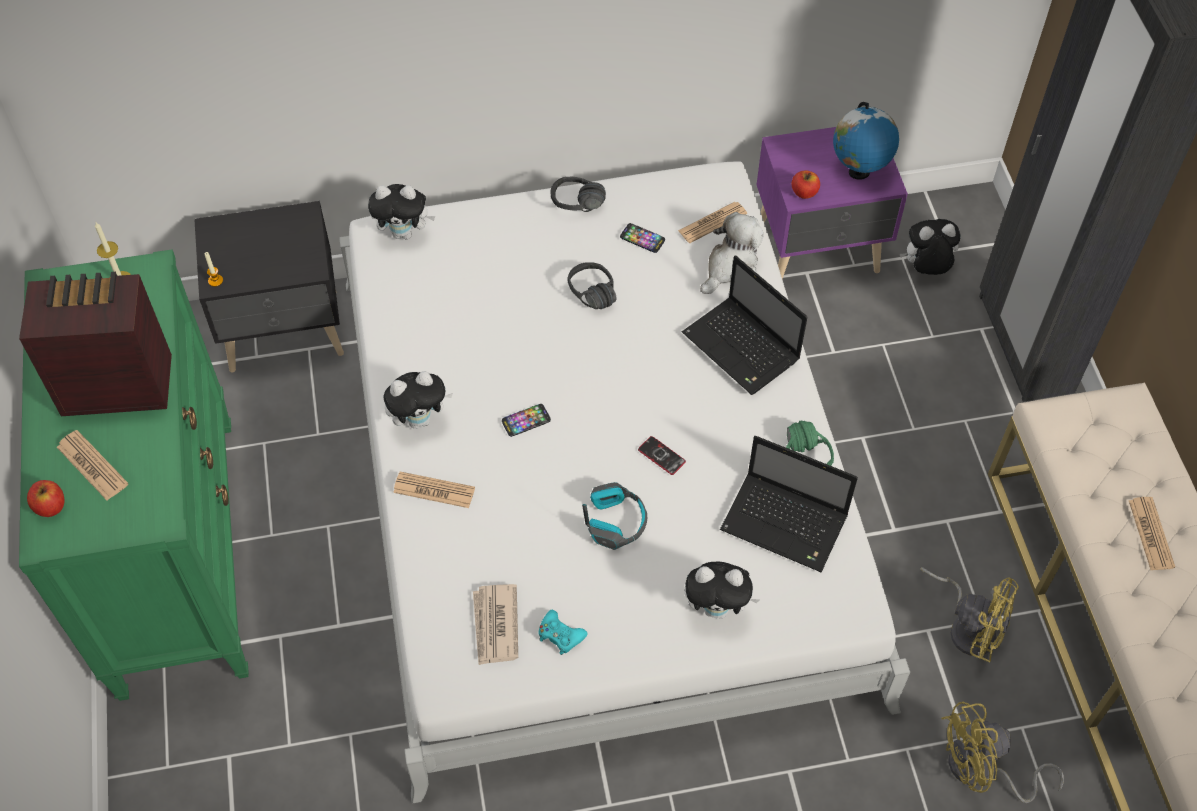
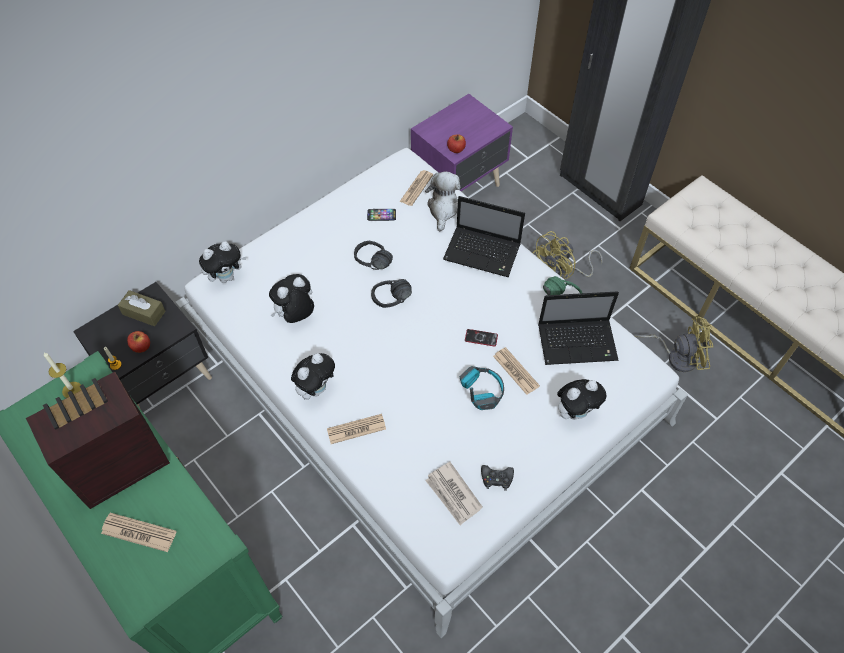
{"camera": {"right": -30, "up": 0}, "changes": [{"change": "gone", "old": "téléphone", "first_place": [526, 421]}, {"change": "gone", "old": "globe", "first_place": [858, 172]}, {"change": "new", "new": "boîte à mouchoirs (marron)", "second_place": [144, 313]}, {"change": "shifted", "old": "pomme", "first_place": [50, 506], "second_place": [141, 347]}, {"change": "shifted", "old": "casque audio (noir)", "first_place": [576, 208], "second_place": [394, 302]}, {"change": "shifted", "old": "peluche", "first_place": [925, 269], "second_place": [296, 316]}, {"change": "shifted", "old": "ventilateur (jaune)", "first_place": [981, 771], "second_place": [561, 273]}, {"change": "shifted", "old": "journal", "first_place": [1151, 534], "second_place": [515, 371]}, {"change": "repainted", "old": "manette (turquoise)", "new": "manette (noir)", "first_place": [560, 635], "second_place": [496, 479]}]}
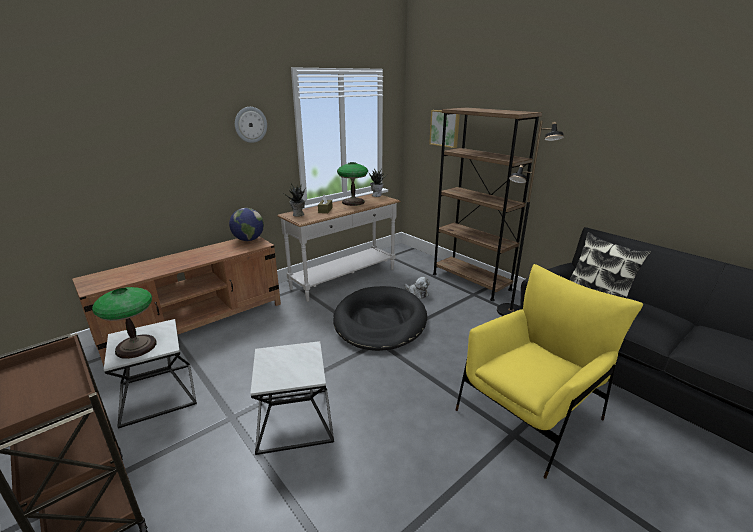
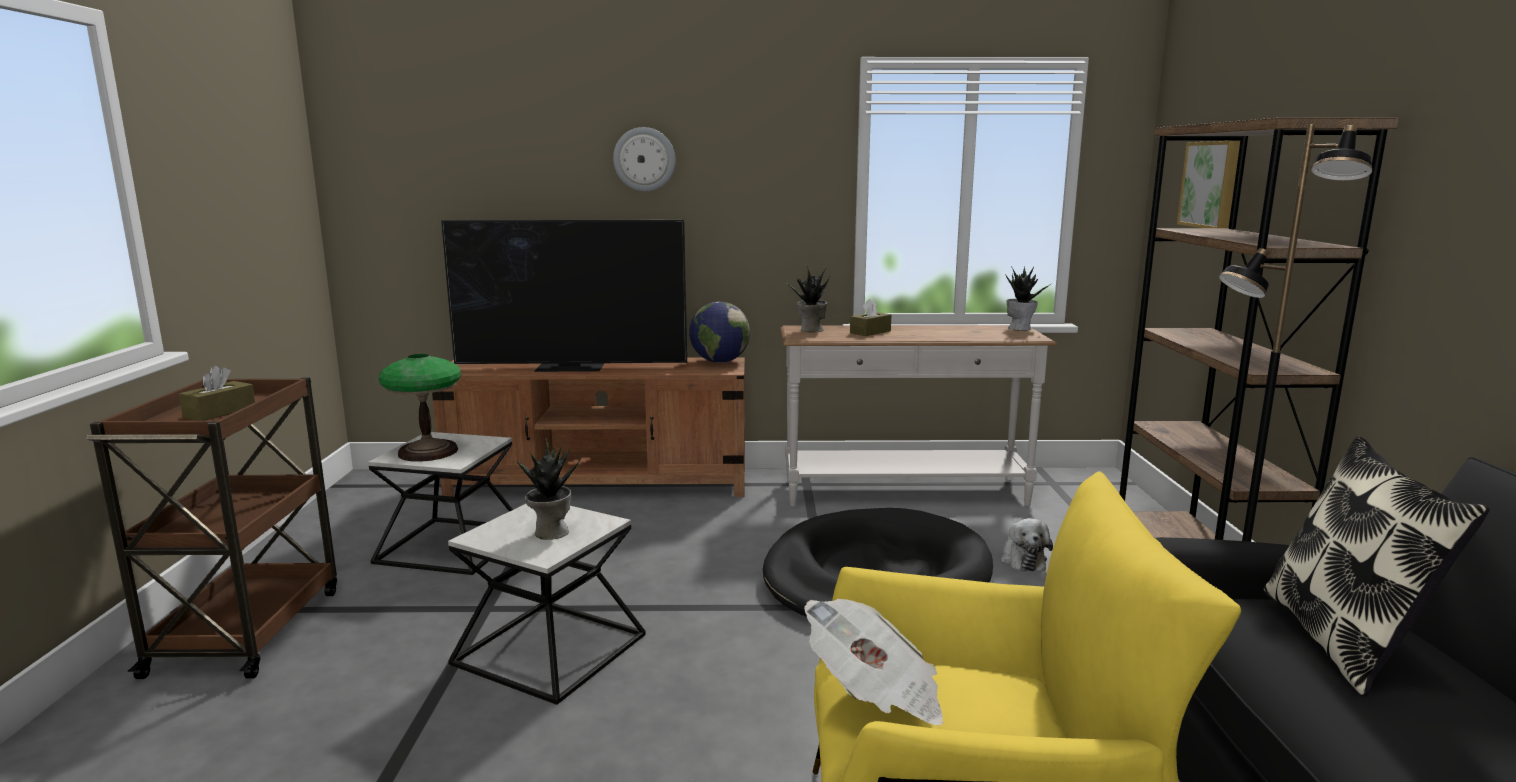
{"camera": {"right": 40, "up": -10}, "changes": [{"change": "gone", "old": "lampe de table", "first_place": [353, 202]}, {"change": "new", "new": "boîte à mouchoirs (marron)", "second_place": [220, 412]}, {"change": "new", "new": "téléviseur", "second_place": [571, 367]}, {"change": "new", "new": "plante en pot", "second_place": [550, 532]}, {"change": "new", "new": "journal", "second_place": [875, 694]}, {"change": "shifted", "old": "horloge murale", "first_place": [250, 124], "second_place": [644, 159]}]}
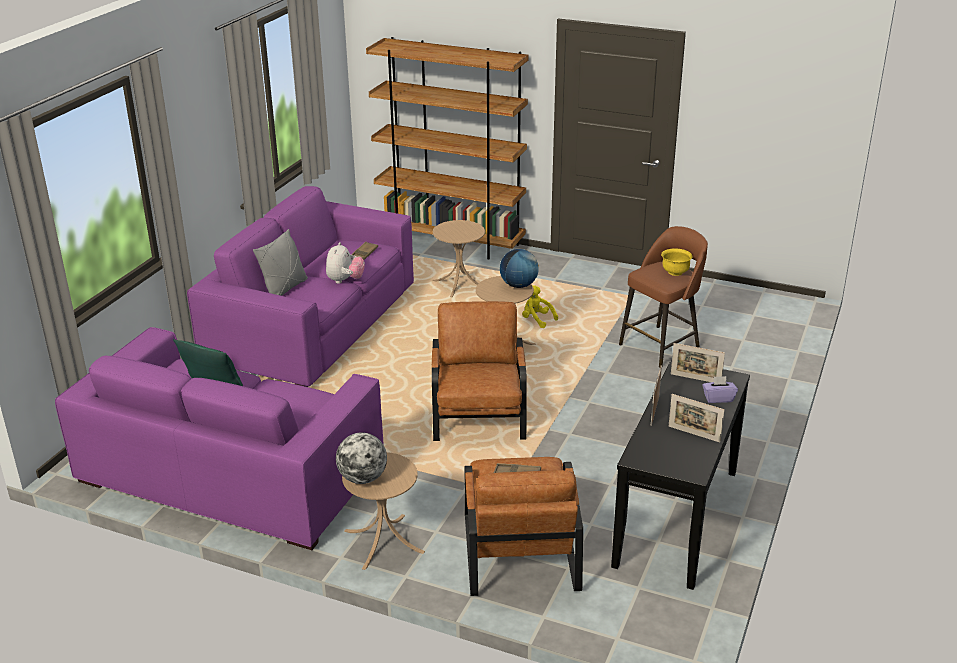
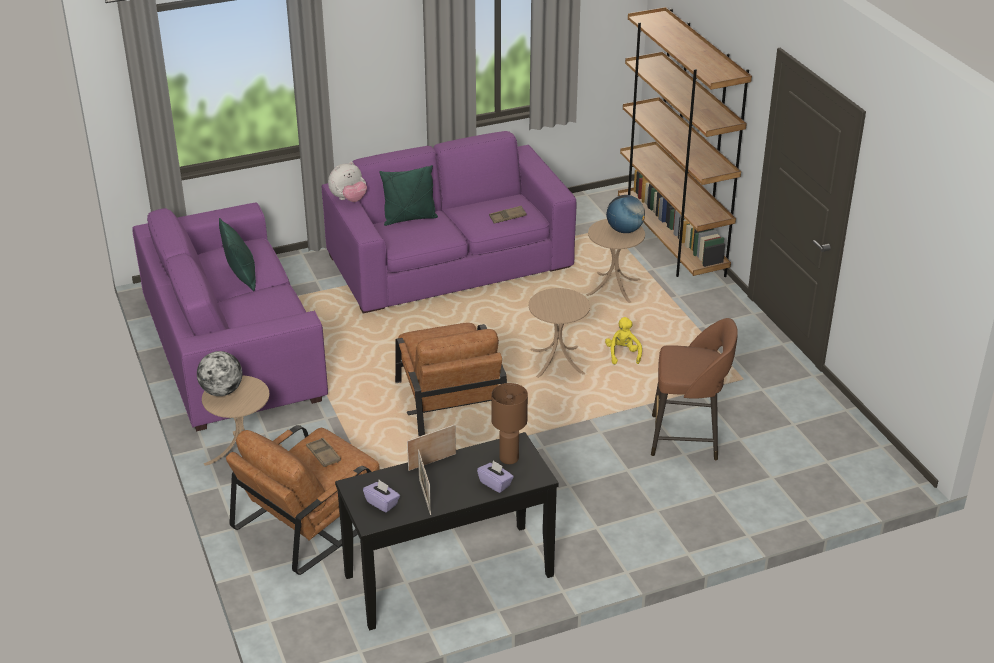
{"camera": {"right": 45, "up": 5}, "changes": [{"change": "gone", "old": "bol (jaune)", "first_place": [675, 272]}, {"change": "new", "new": "boîte à mouchoirs (violet)", "second_place": [382, 503]}, {"change": "shifted", "old": "peluche", "first_place": [345, 280], "second_place": [349, 199]}, {"change": "shifted", "old": "globe", "first_place": [518, 285], "second_place": [624, 230]}, {"change": "swapped", "old": "cadre photo", "new": "lampe de table (marron)", "first_place": [695, 379], "second_place": [509, 458]}, {"change": "repainted", "old": "coussin (gris)", "new": "coussin (vert)", "first_place": [285, 289], "second_place": [409, 218]}, {"change": "rotated", "old": "fauteuil (marron)", "first_place": [479, 412], "second_place": [449, 404], "degrees": 120}]}
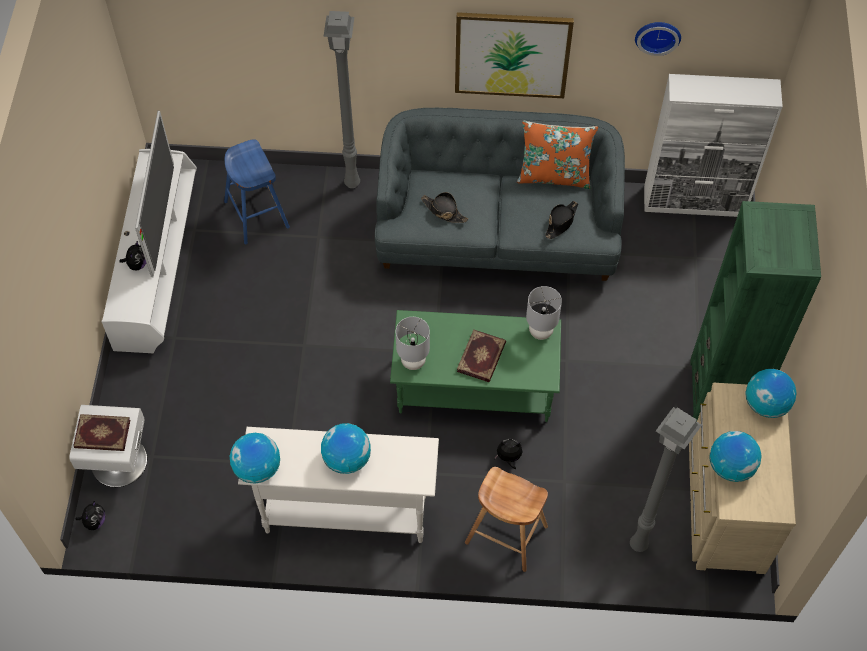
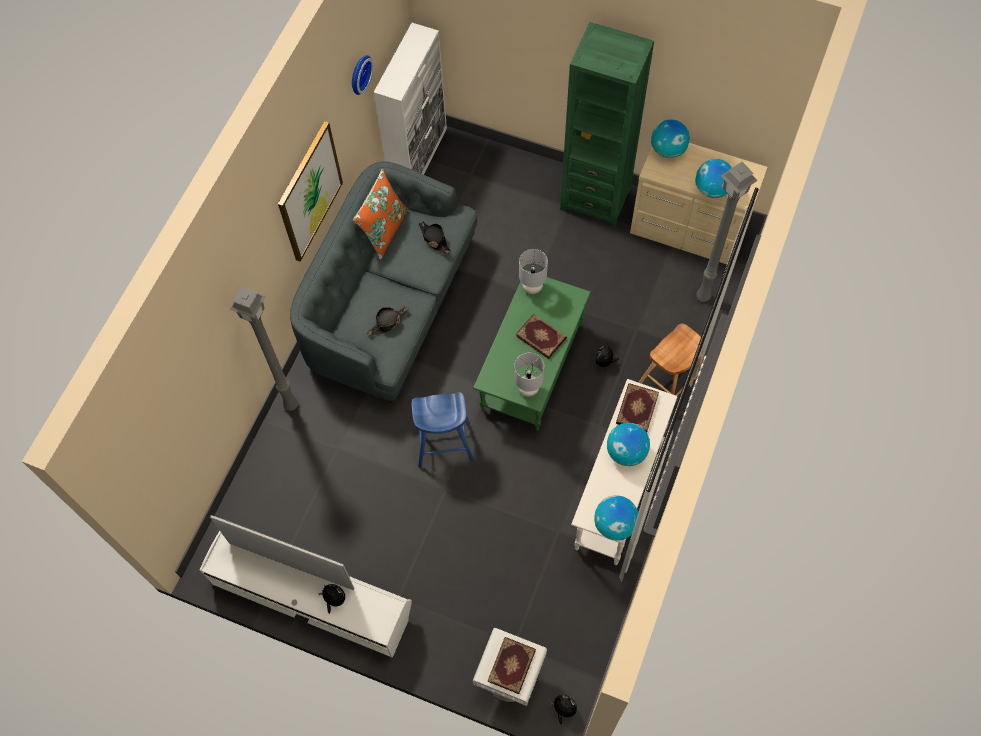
{"camera": {"right": -70, "up": 5}, "changes": [{"change": "new", "new": "livre", "second_place": [636, 408]}, {"change": "shifted", "old": "tabouret (bleu)", "first_place": [257, 214], "second_place": [444, 443]}]}
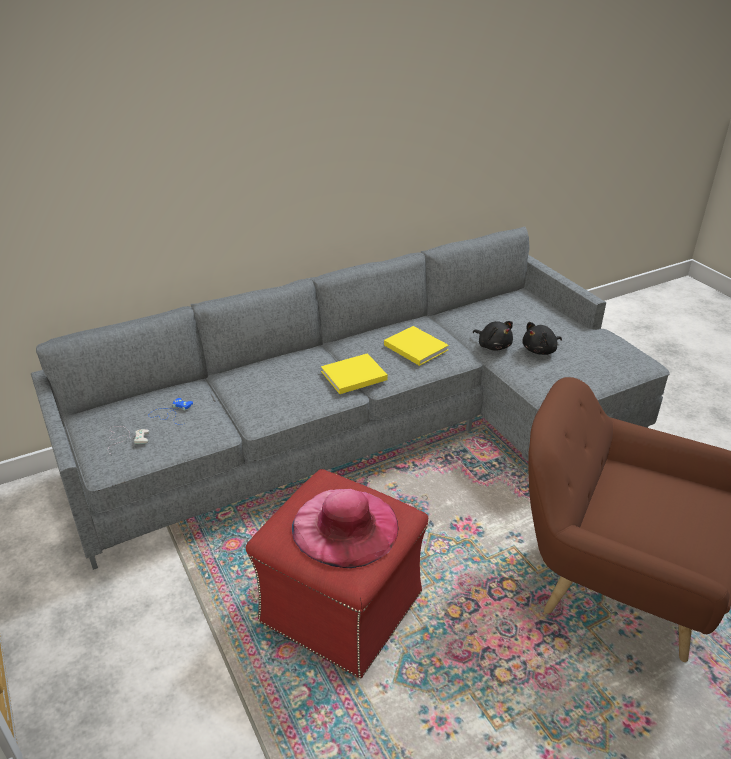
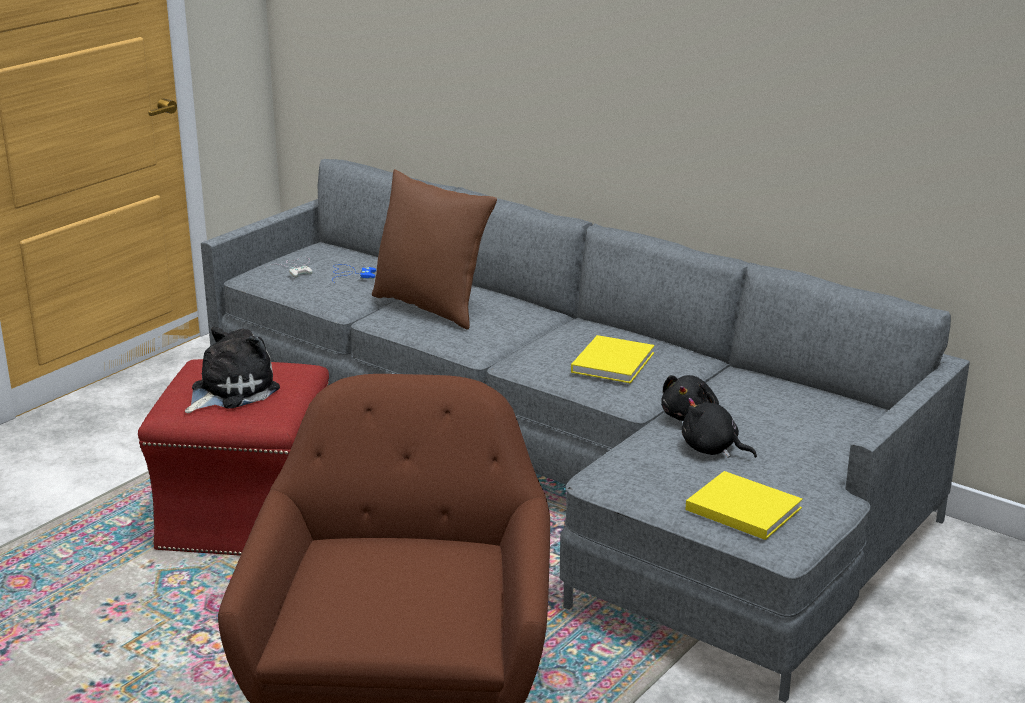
{"camera": {"right": 65, "up": -10}, "changes": [{"change": "new", "new": "coussin (marron)", "second_place": [431, 307]}, {"change": "shifted", "old": "livre (jaune)", "first_place": [352, 376], "second_place": [740, 508]}, {"change": "swapped", "old": "chapeau (rose)", "new": "peluche", "first_place": [345, 526], "second_place": [230, 391]}]}
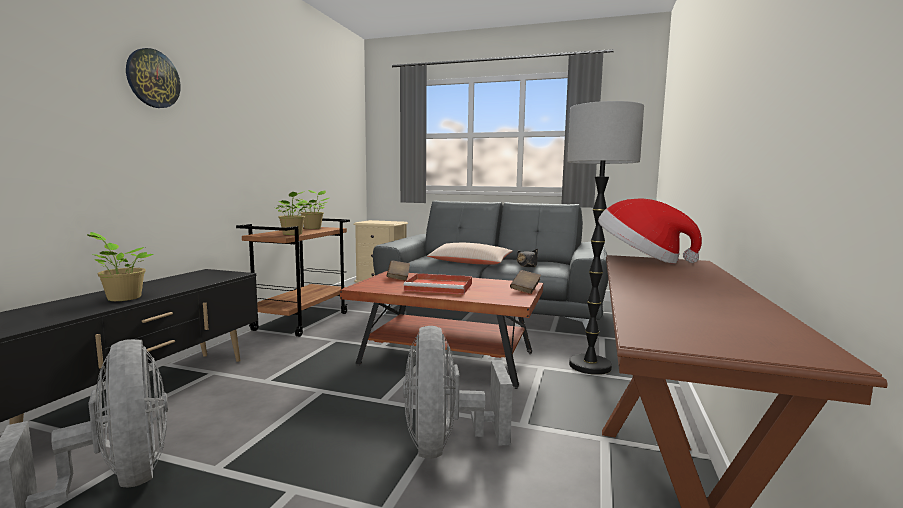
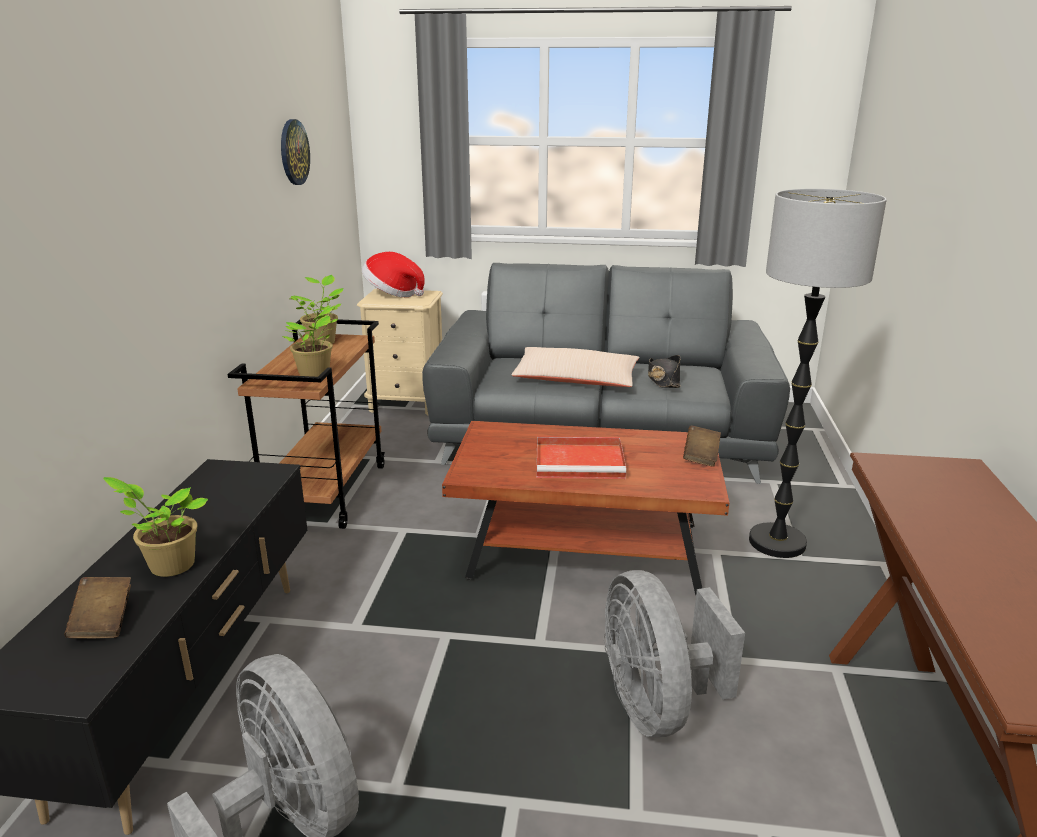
{"camera": {"right": -10, "up": 15}, "changes": [{"change": "shifted", "old": "horloge murale", "first_place": [153, 78], "second_place": [293, 152]}, {"change": "shifted", "old": "livre (marron)", "first_place": [398, 278], "second_place": [103, 622]}, {"change": "shifted", "old": "chapeau", "first_place": [641, 259], "second_place": [393, 294]}]}
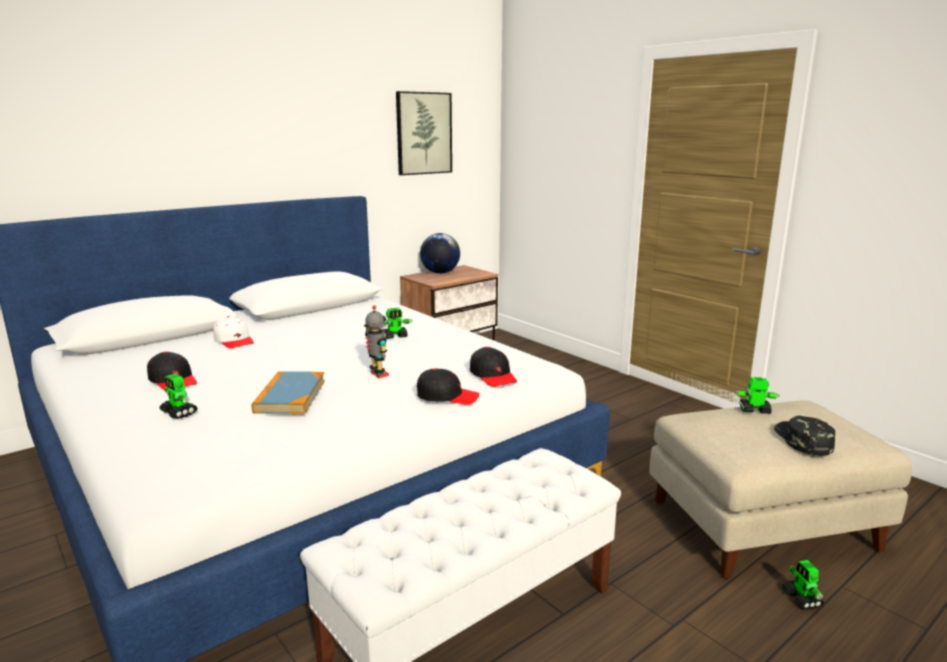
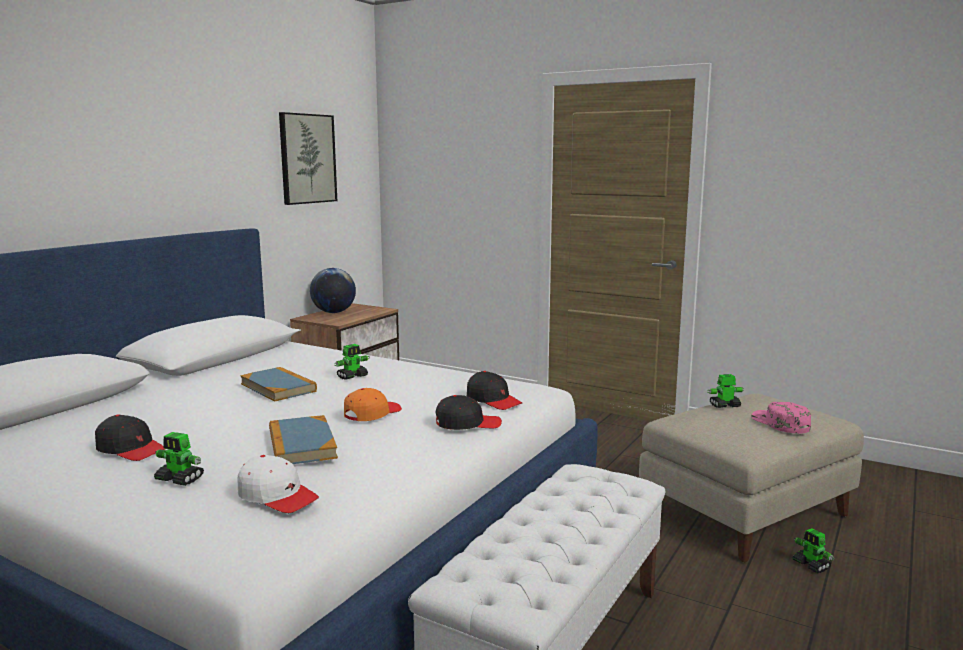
{"camera": {"right": -20, "up": -5}, "changes": [{"change": "new", "new": "livre", "second_place": [278, 387]}, {"change": "shifted", "old": "casquette (blanc)", "first_place": [234, 340], "second_place": [277, 496]}, {"change": "swapped", "old": "robot jouet", "new": "casquette (orange)", "first_place": [378, 374], "second_place": [372, 414]}, {"change": "repainted", "old": "casquette (noir)", "new": "casquette (rose)", "first_place": [802, 440], "second_place": [780, 423]}]}
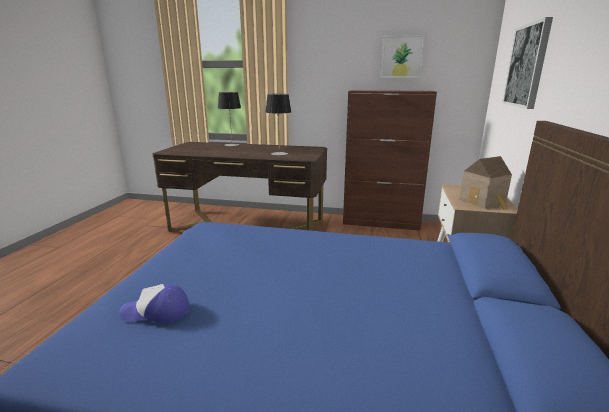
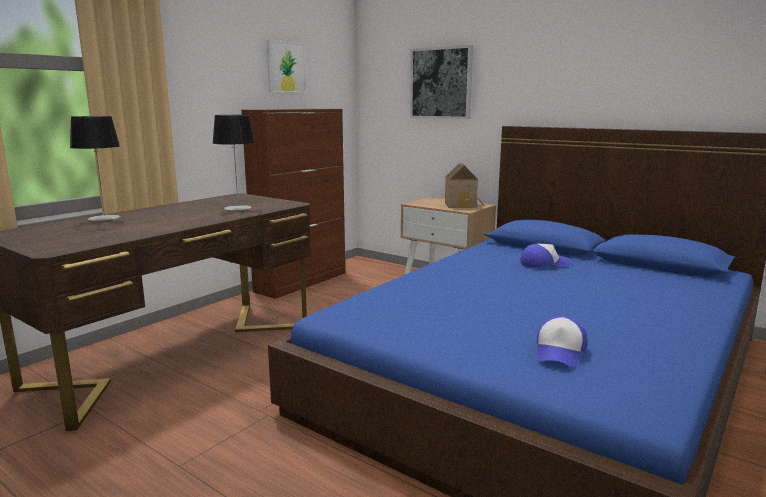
{"camera": {"right": -65, "up": -5}, "changes": [{"change": "new", "new": "casquette", "second_place": [544, 264]}]}
